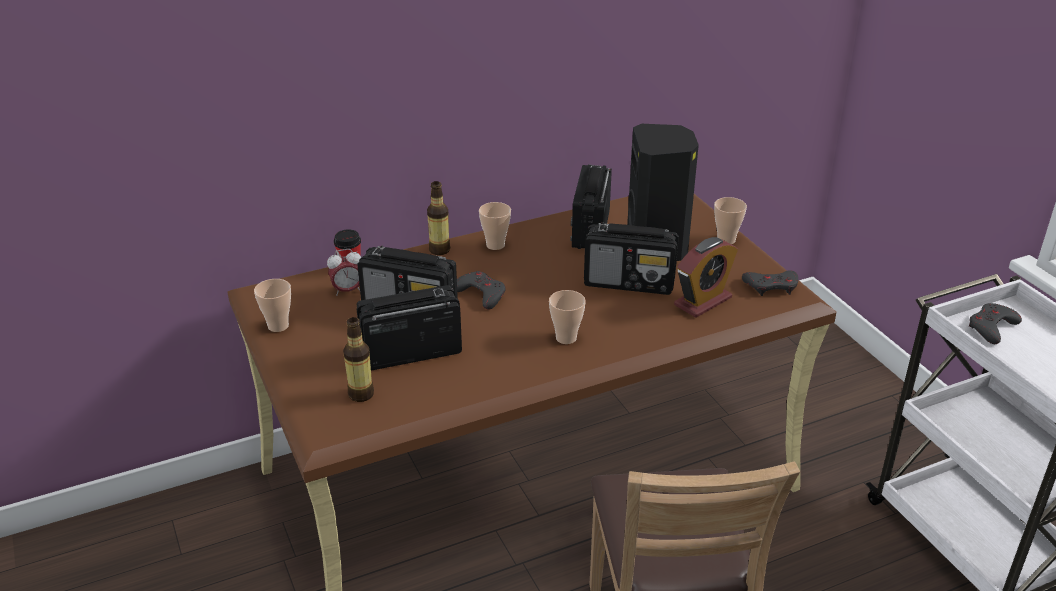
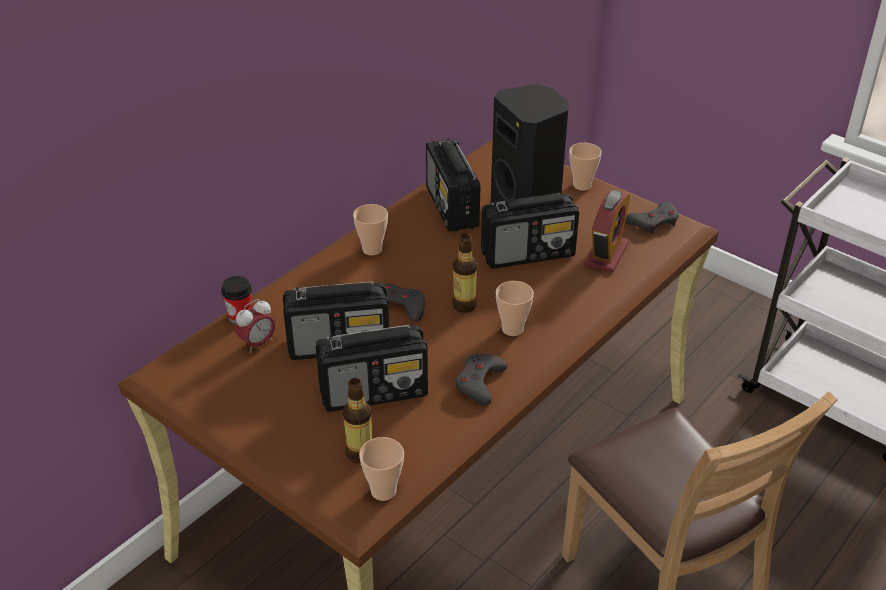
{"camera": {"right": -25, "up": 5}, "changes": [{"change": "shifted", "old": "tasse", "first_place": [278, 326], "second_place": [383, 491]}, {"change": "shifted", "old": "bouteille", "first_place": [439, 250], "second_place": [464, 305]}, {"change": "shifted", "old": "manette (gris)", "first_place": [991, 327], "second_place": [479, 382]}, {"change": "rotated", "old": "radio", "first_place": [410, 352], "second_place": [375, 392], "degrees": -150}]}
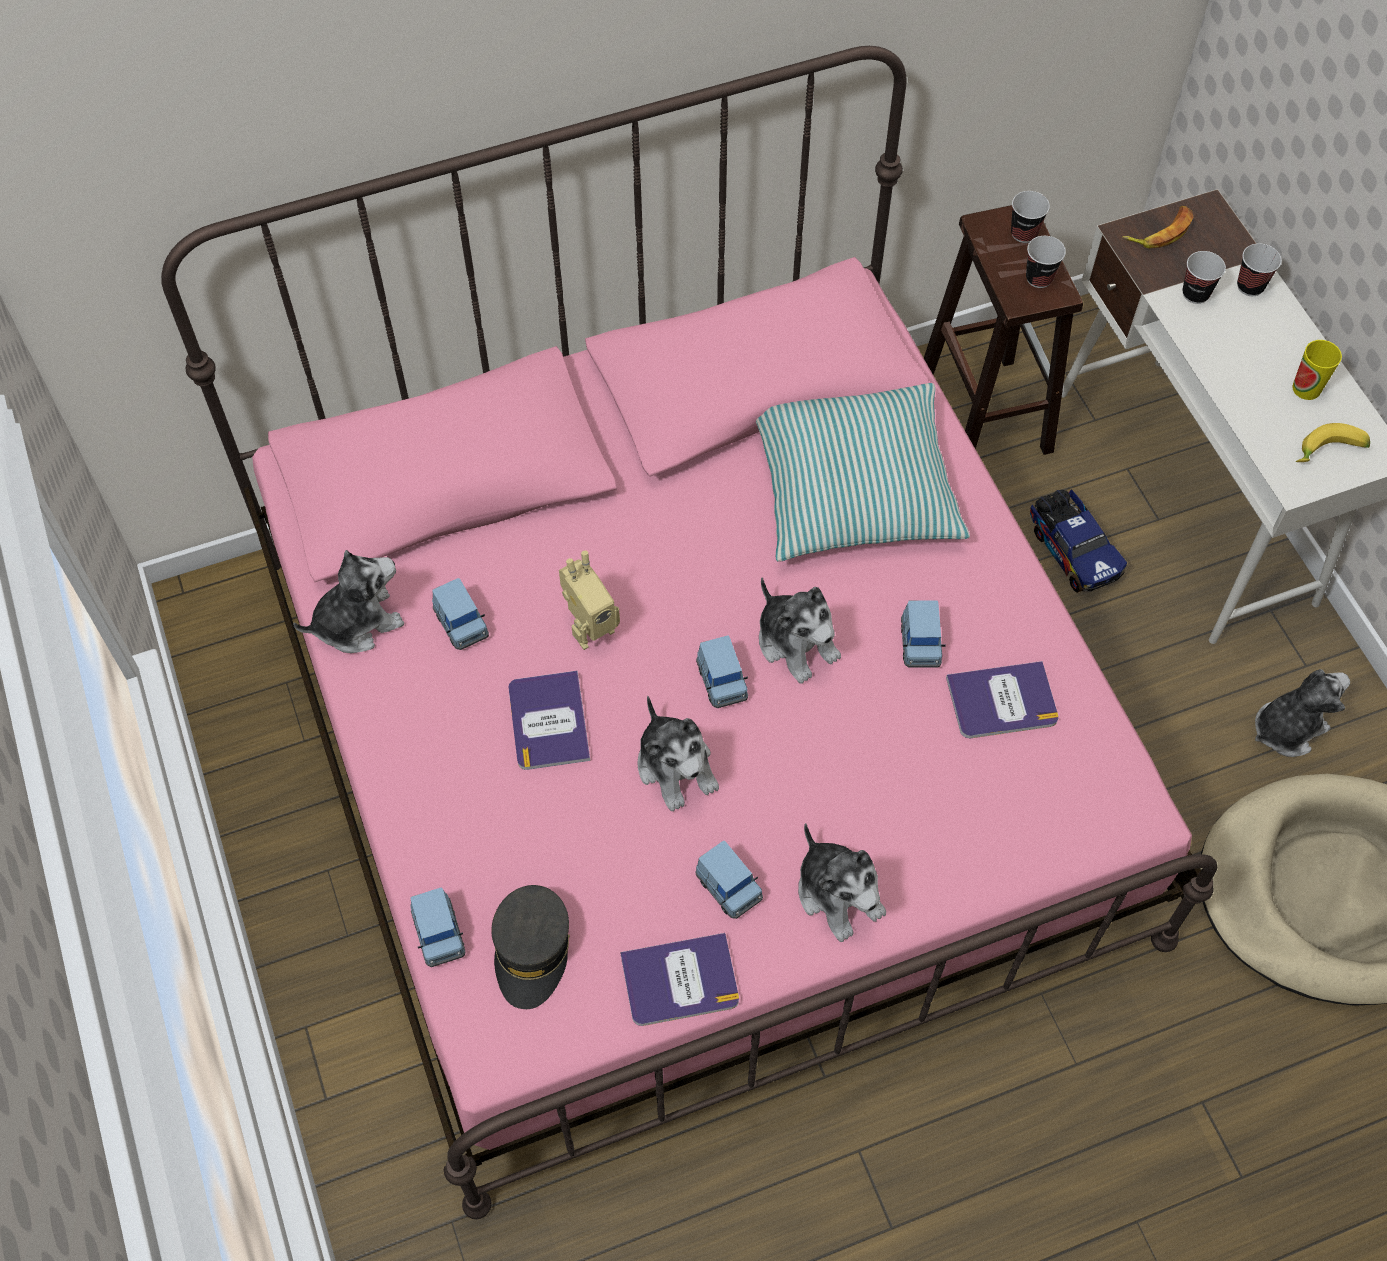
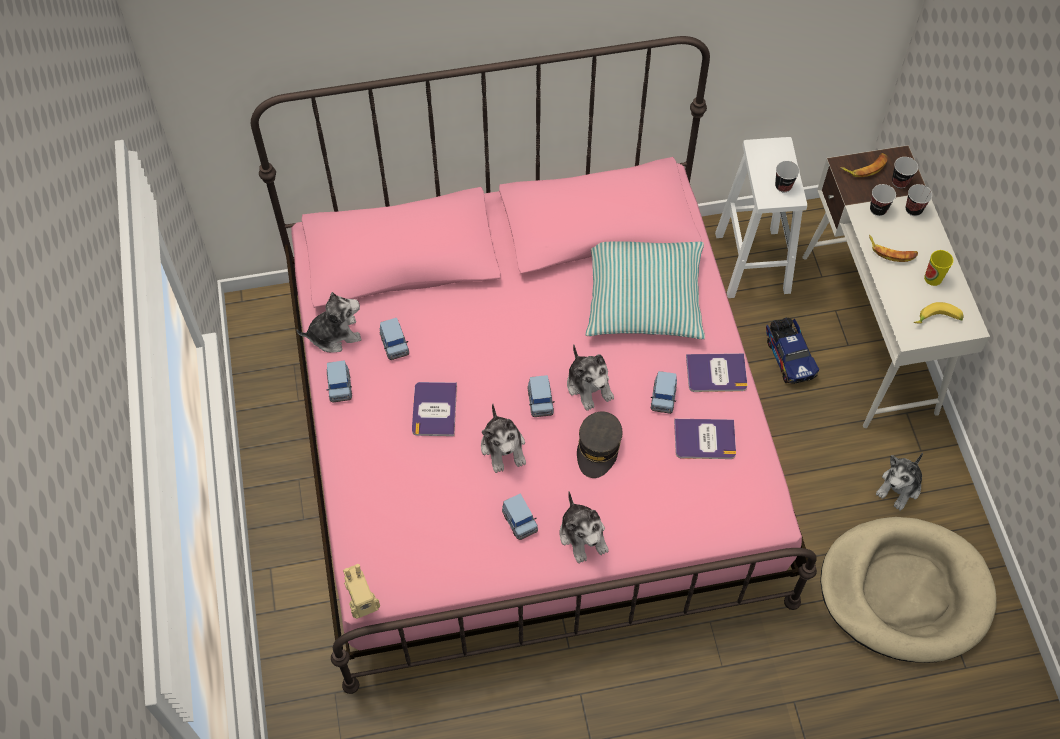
{"camera": {"right": 10, "up": 0}, "changes": [{"change": "new", "new": "banane", "second_place": [891, 251]}, {"change": "shifted", "old": "petite voiture (bleu)", "first_place": [439, 934], "second_place": [340, 387]}, {"change": "shifted", "old": "casquette (gris)", "first_place": [532, 951], "second_place": [598, 448]}, {"change": "shifted", "old": "robot jouet", "first_place": [589, 628], "second_place": [363, 603]}, {"change": "shifted", "old": "livre", "first_place": [680, 980], "second_place": [716, 373]}, {"change": "shifted", "old": "tasse", "first_place": [1024, 233], "second_place": [900, 182]}, {"change": "repainted", "old": "tabouret (marron)", "new": "tabouret (blanc)", "first_place": [983, 412], "second_place": [751, 261]}, {"change": "rotated", "old": "peluche", "first_place": [1287, 728], "second_place": [899, 487], "degrees": 150}]}
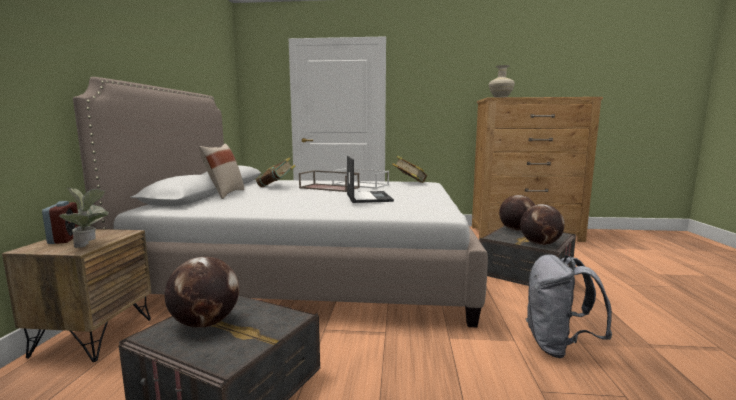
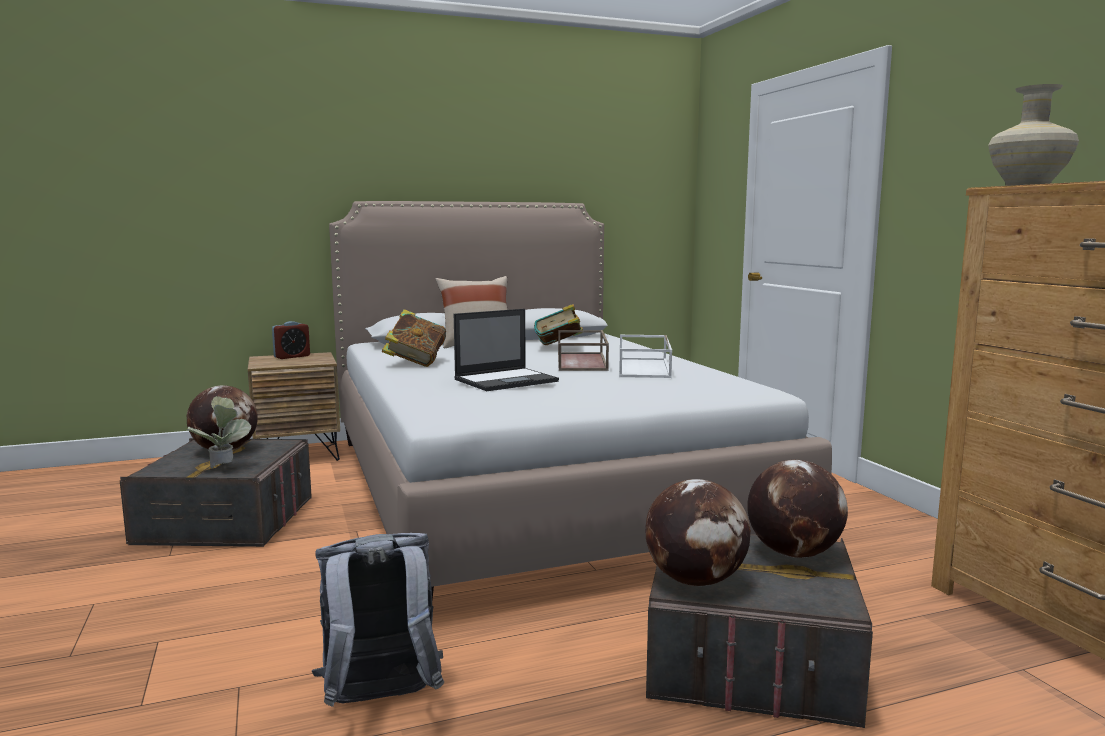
{"camera": {"right": 65, "up": 0}, "changes": [{"change": "shifted", "old": "plante en pot", "first_place": [90, 245], "second_place": [224, 468]}, {"change": "shifted", "old": "livre", "first_place": [409, 183], "second_place": [415, 363]}]}
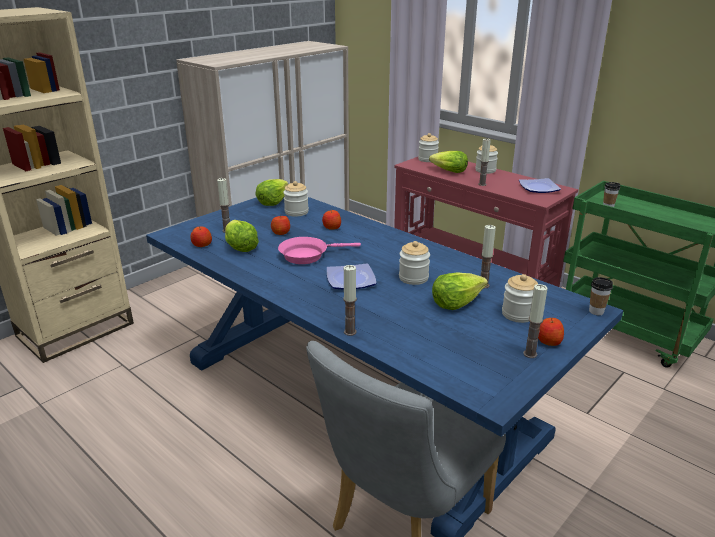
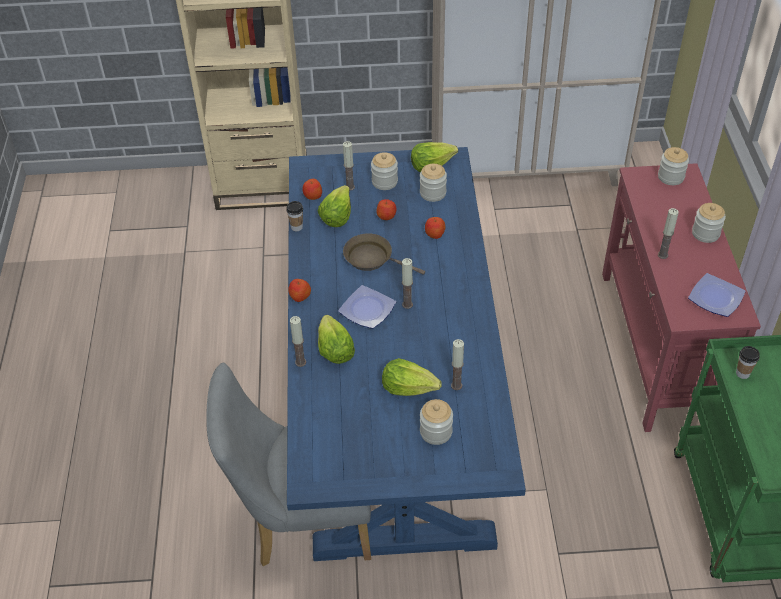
{"camera": {"right": 45, "up": 20}, "changes": [{"change": "shifted", "old": "bocal", "first_place": [413, 278], "second_place": [384, 182]}, {"change": "shifted", "old": "laitue", "first_place": [448, 171], "second_place": [334, 350]}, {"change": "shifted", "old": "bougie", "first_place": [530, 354], "second_place": [407, 304]}, {"change": "shifted", "old": "pomme", "first_place": [548, 341], "second_place": [300, 296]}, {"change": "shifted", "old": "tasse", "first_place": [596, 311], "second_place": [296, 227]}, {"change": "repainted", "old": "poêle (rose)", "new": "poêle (marron)", "first_place": [307, 255], "second_place": [372, 259]}]}
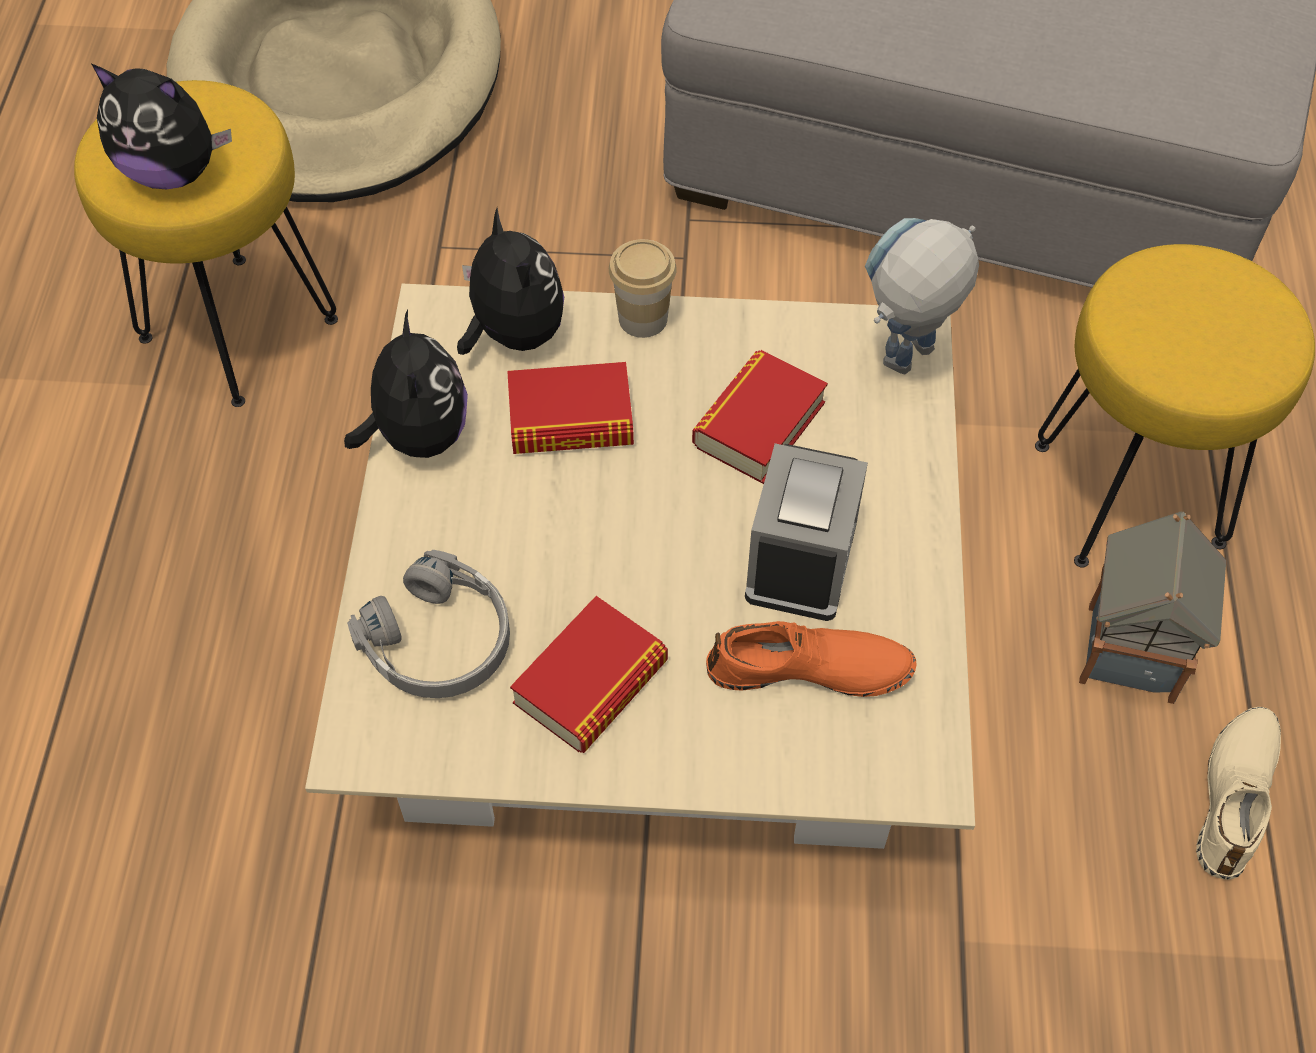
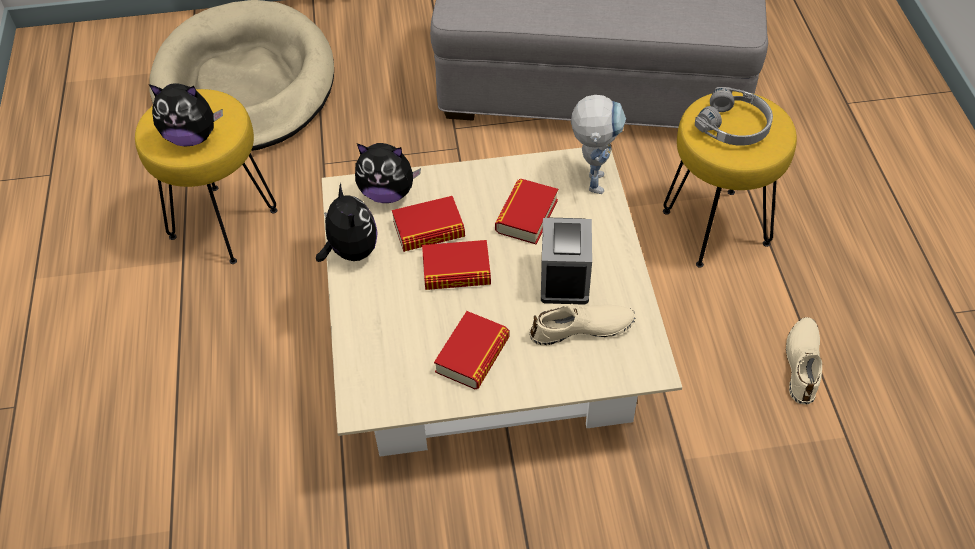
{"camera": {"right": -10, "up": -5}, "changes": [{"change": "gone", "old": "tasse", "first_place": [643, 318]}, {"change": "gone", "old": "maison miniature", "first_place": [1130, 649]}, {"change": "new", "new": "livre", "second_place": [456, 271]}, {"change": "shifted", "old": "casque audio (gris)", "first_place": [440, 641], "second_place": [734, 126]}, {"change": "repainted", "old": "chaussure (orange)", "new": "chaussure (beige)", "first_place": [809, 671], "second_place": [582, 329]}, {"change": "rotated", "old": "peluche", "first_place": [513, 334], "second_place": [387, 193], "degrees": 135}, {"change": "rotated", "old": "robot jouet", "first_place": [903, 368], "second_place": [593, 177], "degrees": 150}]}
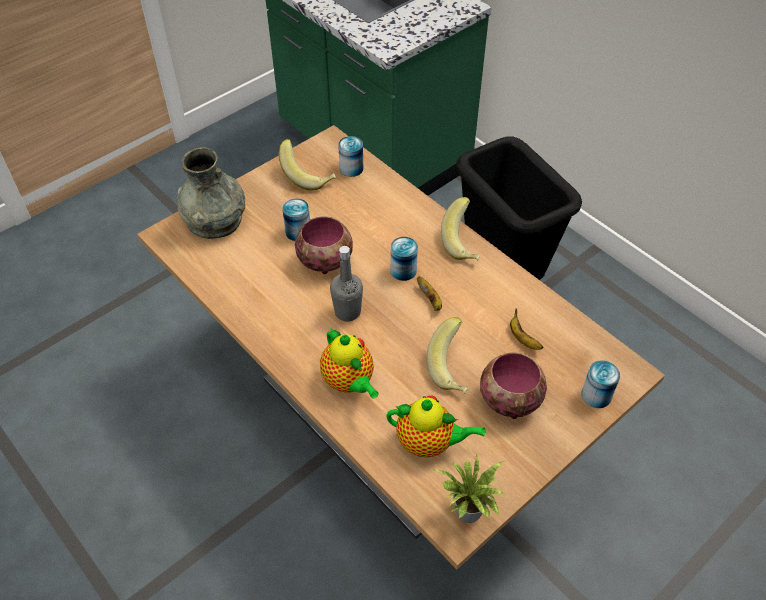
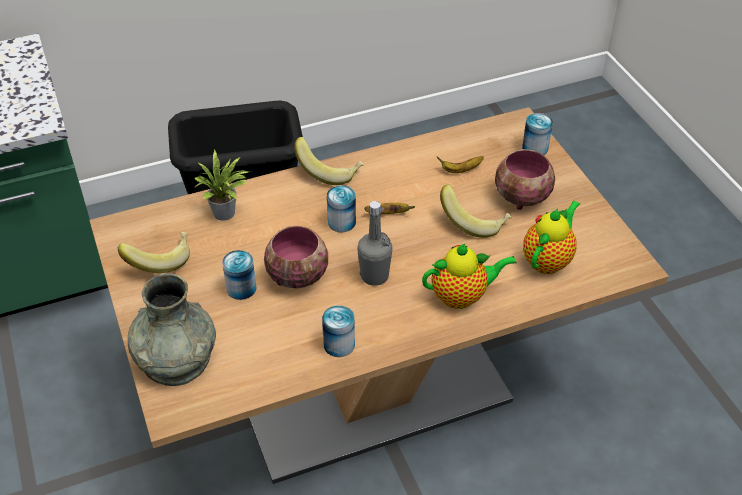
{"camera": {"right": -70, "up": -5}, "changes": [{"change": "shifted", "old": "boîte métallique", "first_place": [351, 168], "second_place": [339, 344]}, {"change": "shifted", "old": "plante en pot", "first_place": [468, 514], "second_place": [226, 214]}]}
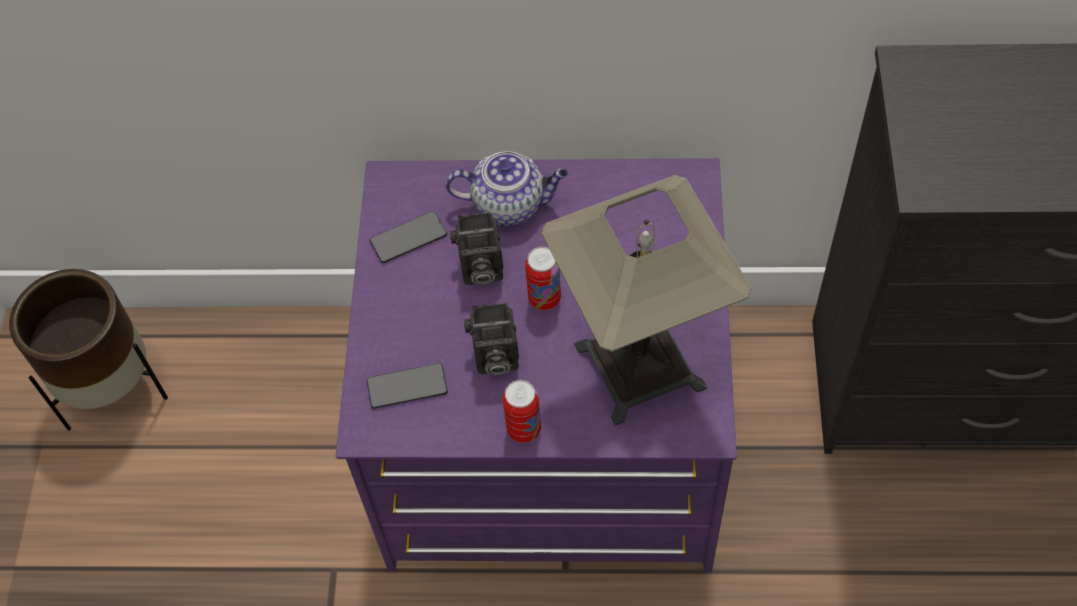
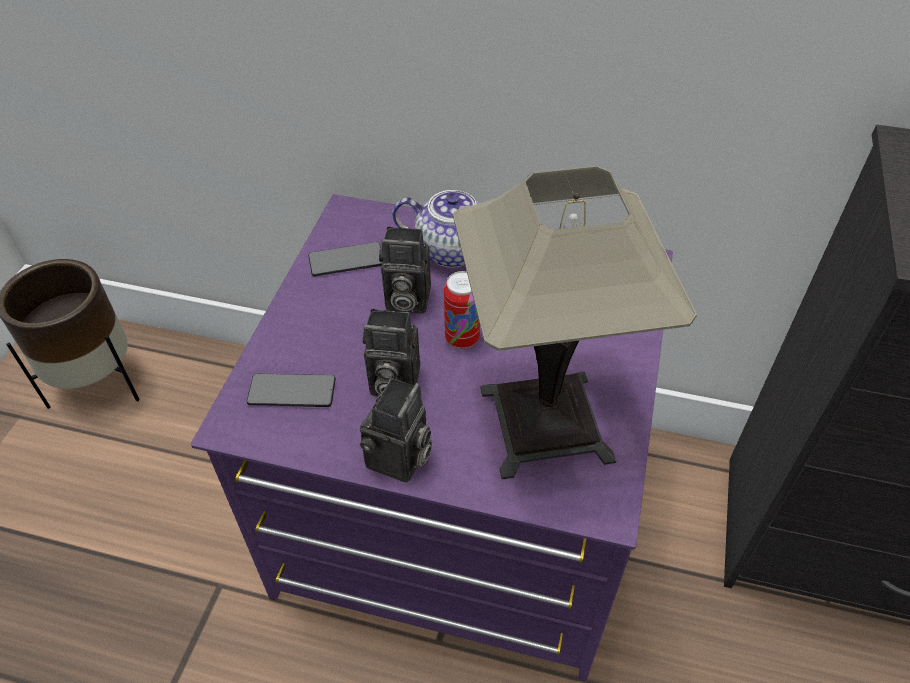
{"camera": {"right": 10, "up": -10}, "changes": [{"change": "swapped", "old": "boîte métallique", "new": "appareil photo", "first_place": [524, 429], "second_place": [399, 461]}]}
